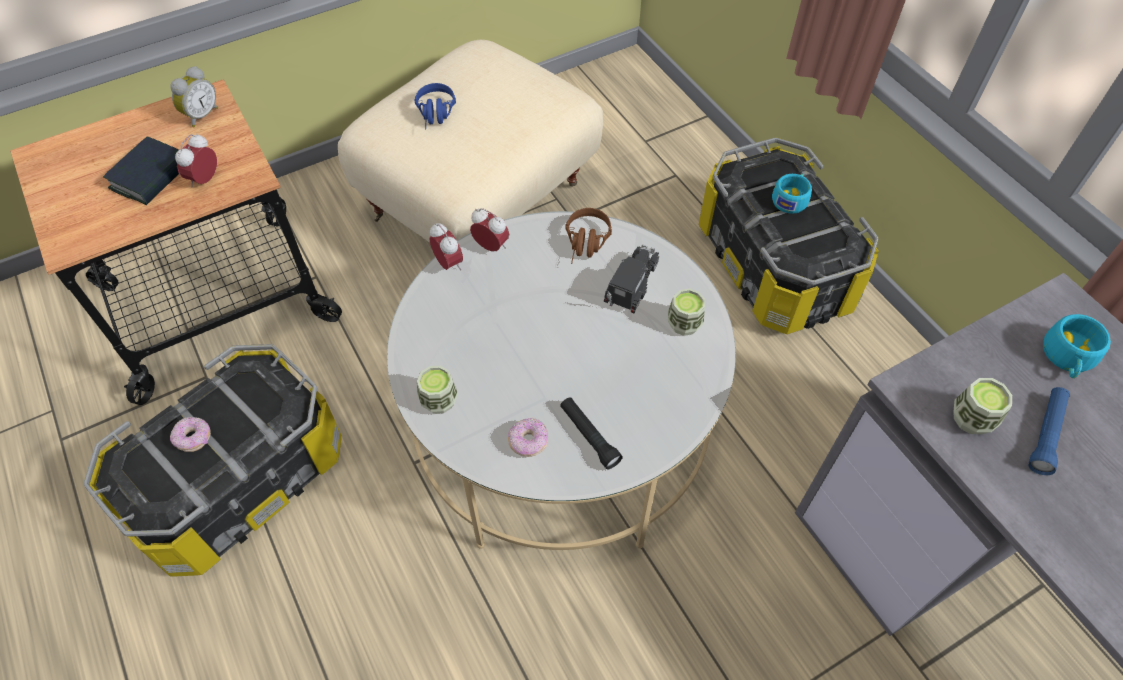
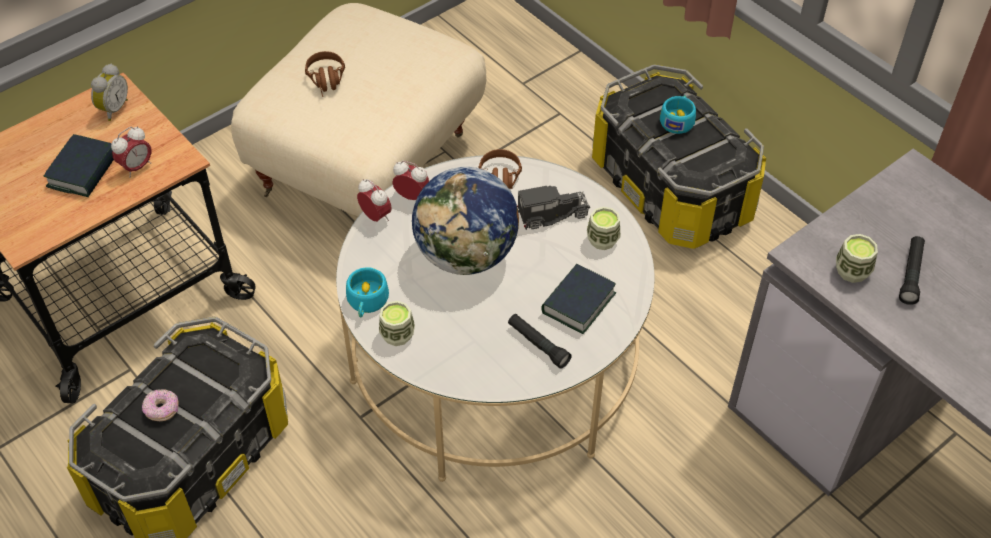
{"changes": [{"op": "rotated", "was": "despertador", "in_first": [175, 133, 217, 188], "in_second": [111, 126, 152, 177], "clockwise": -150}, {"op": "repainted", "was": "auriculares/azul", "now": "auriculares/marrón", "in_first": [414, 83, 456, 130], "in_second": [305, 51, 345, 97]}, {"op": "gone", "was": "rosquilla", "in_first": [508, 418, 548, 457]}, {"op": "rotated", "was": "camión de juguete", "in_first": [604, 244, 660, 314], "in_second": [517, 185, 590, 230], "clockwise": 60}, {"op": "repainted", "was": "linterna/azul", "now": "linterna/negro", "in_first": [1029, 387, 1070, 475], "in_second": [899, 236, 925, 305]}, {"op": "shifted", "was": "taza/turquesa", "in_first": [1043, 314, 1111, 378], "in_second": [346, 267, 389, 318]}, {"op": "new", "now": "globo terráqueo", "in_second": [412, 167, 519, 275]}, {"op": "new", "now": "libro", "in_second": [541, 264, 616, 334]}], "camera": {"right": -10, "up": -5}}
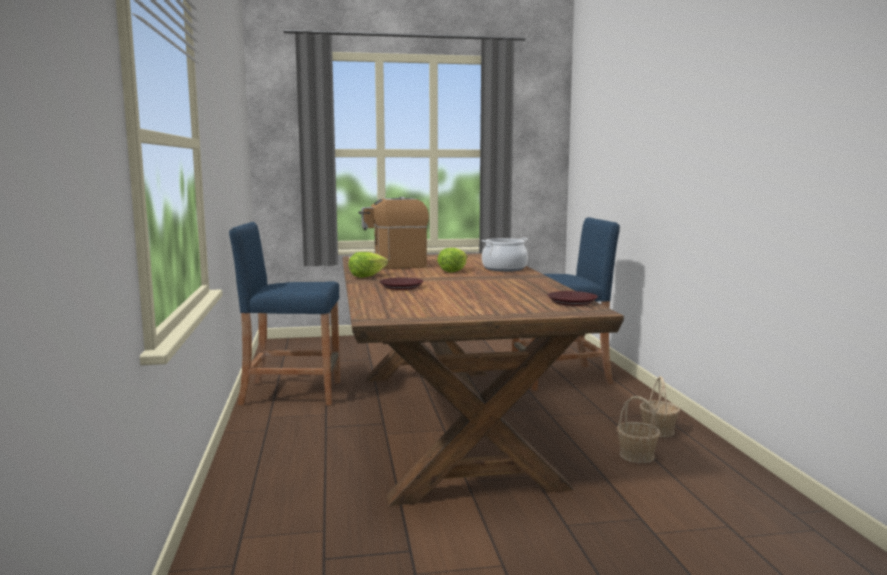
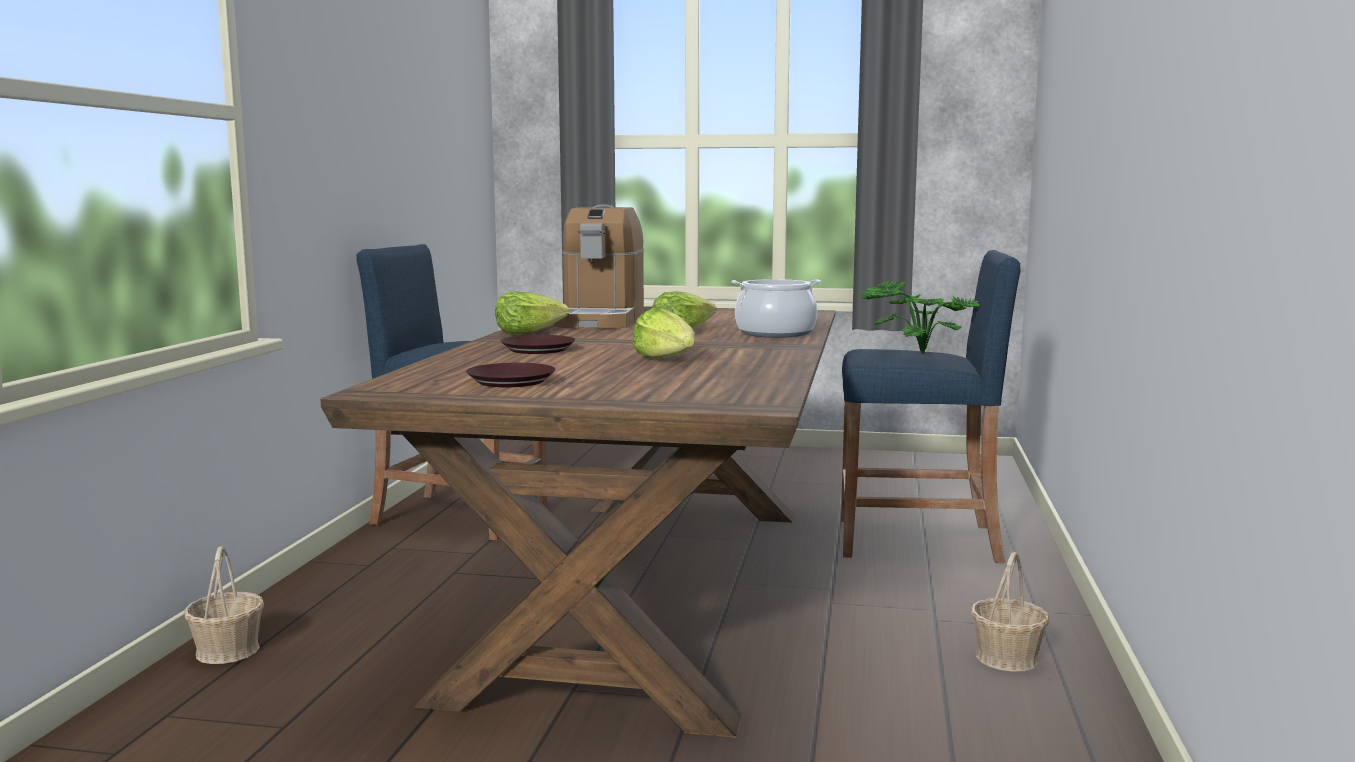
{"changes": [{"op": "rotated", "was": "cafetera", "in_first": [348, 197, 429, 269], "in_second": [554, 204, 644, 329], "clockwise": -90}, {"op": "shifted", "was": "plato/marrón", "in_first": [548, 291, 598, 306], "in_second": [466, 363, 556, 387]}, {"op": "shifted", "was": "cesta", "in_first": [617, 396, 660, 463], "in_second": [184, 546, 264, 664]}, {"op": "new", "now": "lechuga", "in_second": [633, 308, 695, 359]}, {"op": "new", "now": "planta en maceta", "in_second": [860, 281, 979, 354]}], "camera": {"right": 20, "up": 0}}
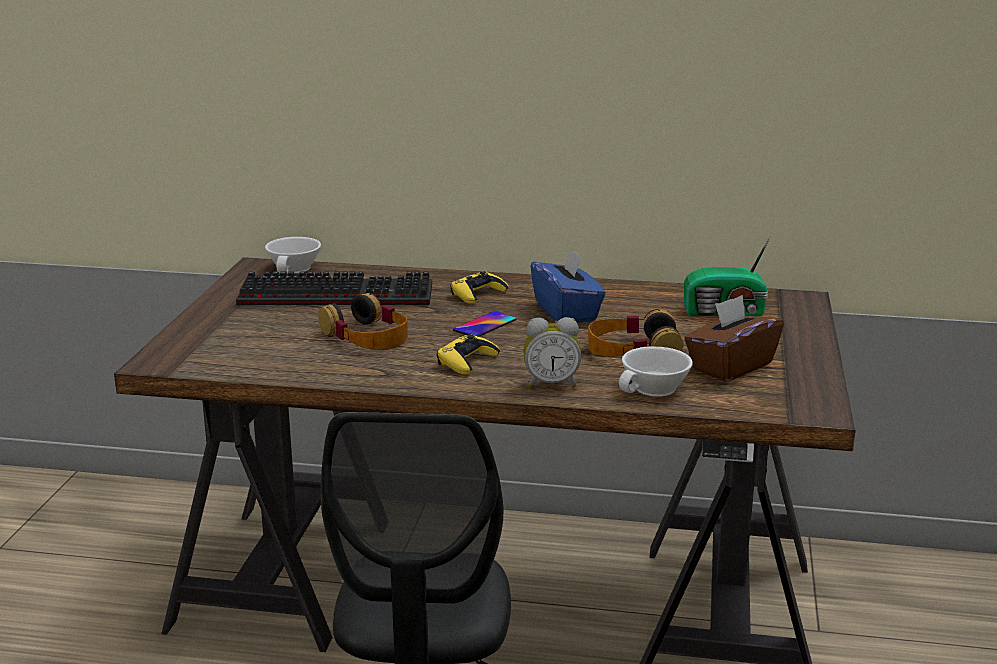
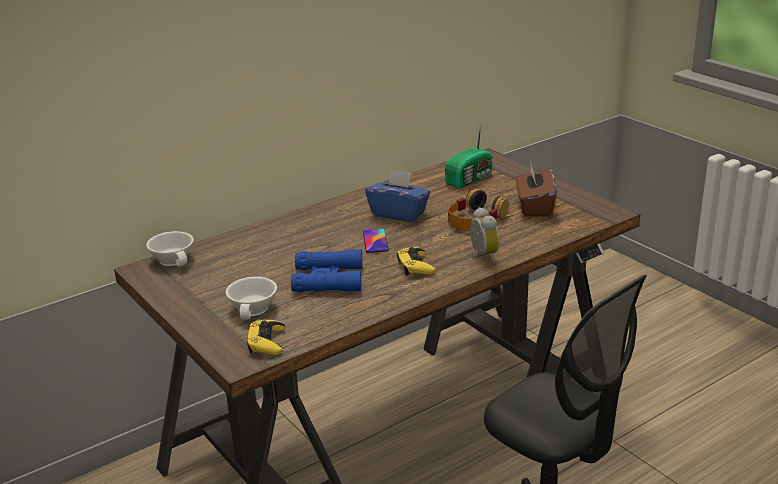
{"changes": [{"op": "gone", "was": "teclado", "in_first": [236, 272, 432, 305]}, {"op": "swapped", "was": "auriculares", "now": "prismáticos/azul", "in_first": [318, 293, 408, 350], "in_second": [291, 249, 362, 292]}, {"op": "shifted", "was": "mando de consola/amarillo", "in_first": [450, 271, 508, 304], "in_second": [247, 319, 285, 355]}, {"op": "rotated", "was": "despertador", "in_first": [523, 317, 581, 388], "in_second": [470, 207, 500, 263], "clockwise": -60}, {"op": "shifted", "was": "taza/blanco", "in_first": [619, 347, 693, 397], "in_second": [226, 277, 277, 320]}], "camera": {"right": -45, "up": 5}}
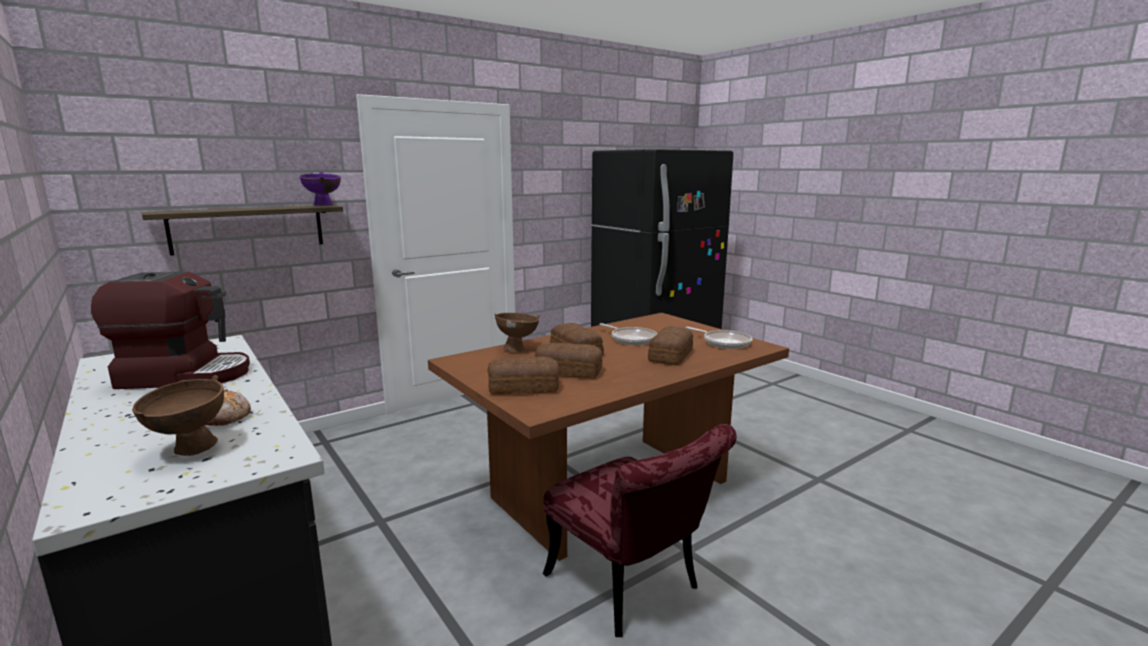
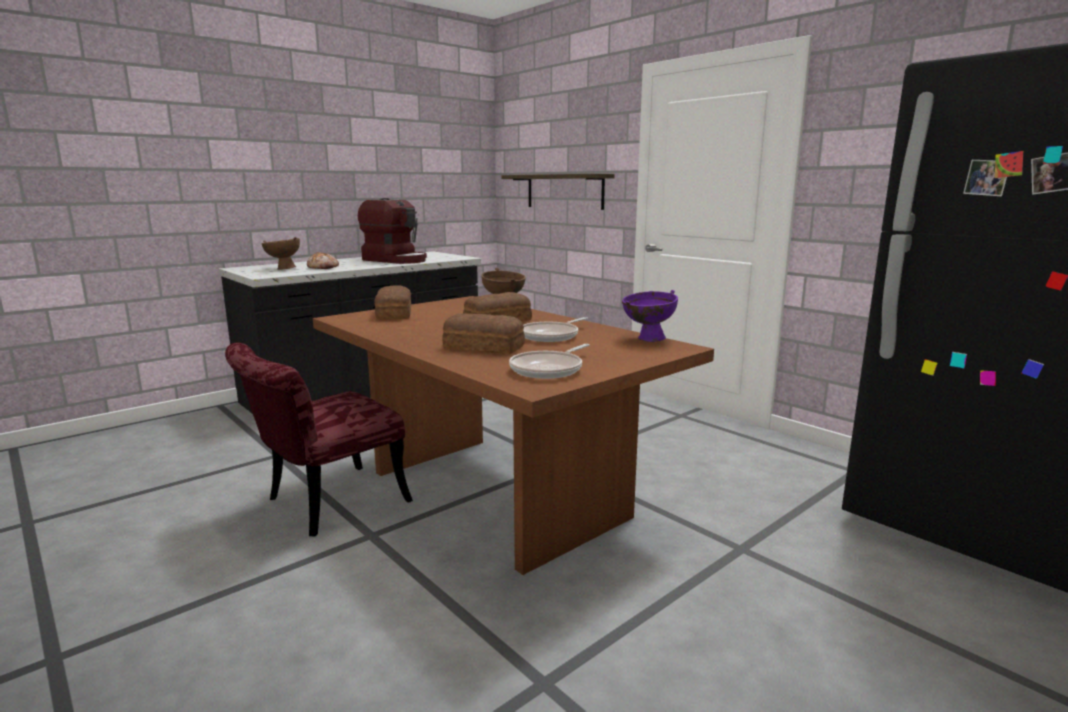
{"changes": [{"op": "rotated", "was": "cafetera", "in_first": [91, 272, 250, 389], "in_second": [358, 198, 427, 264], "clockwise": -45}, {"op": "shifted", "was": "cuenco/morado", "in_first": [299, 171, 341, 206], "in_second": [622, 290, 678, 342]}, {"op": "gone", "was": "pan", "in_first": [535, 343, 602, 379]}], "camera": {"right": 85, "up": 0}}
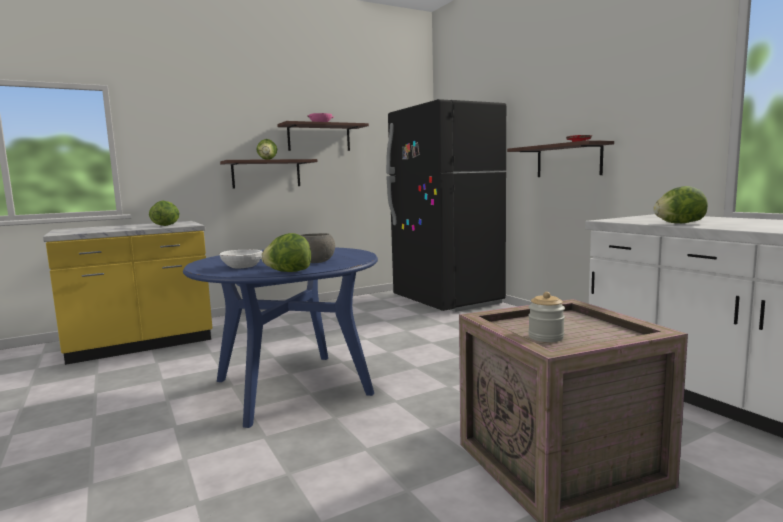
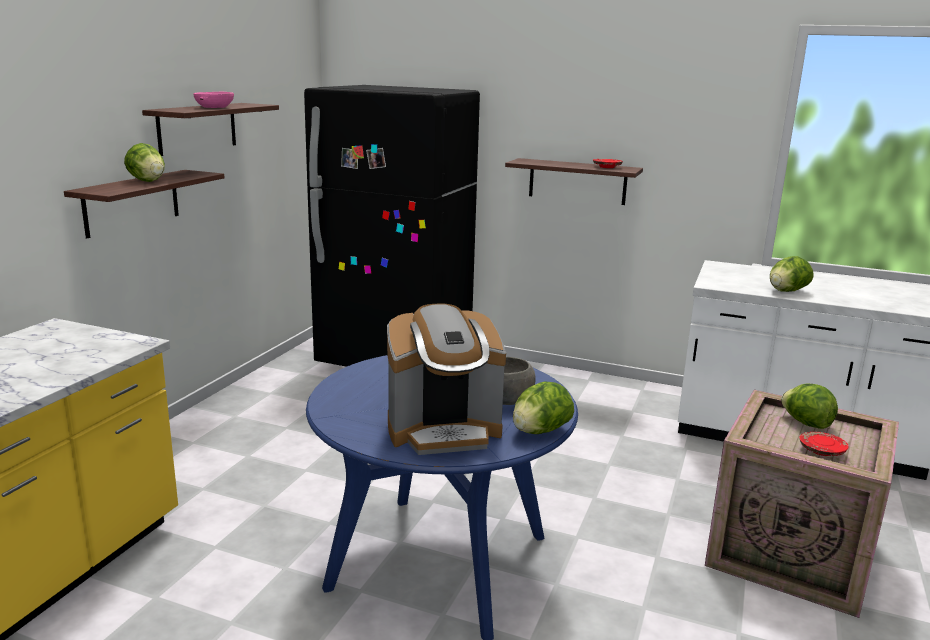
{"changes": [{"op": "shifted", "was": "lechuga", "in_first": [149, 201, 180, 226], "in_second": [781, 383, 838, 429]}, {"op": "swapped", "was": "cuenco/blanco", "now": "cafetera", "in_first": [219, 250, 262, 269], "in_second": [387, 304, 506, 455]}, {"op": "swapped", "was": "tarro", "now": "plato/rojo", "in_first": [528, 292, 565, 342], "in_second": [799, 432, 849, 456]}], "camera": {"right": -40, "up": 10}}
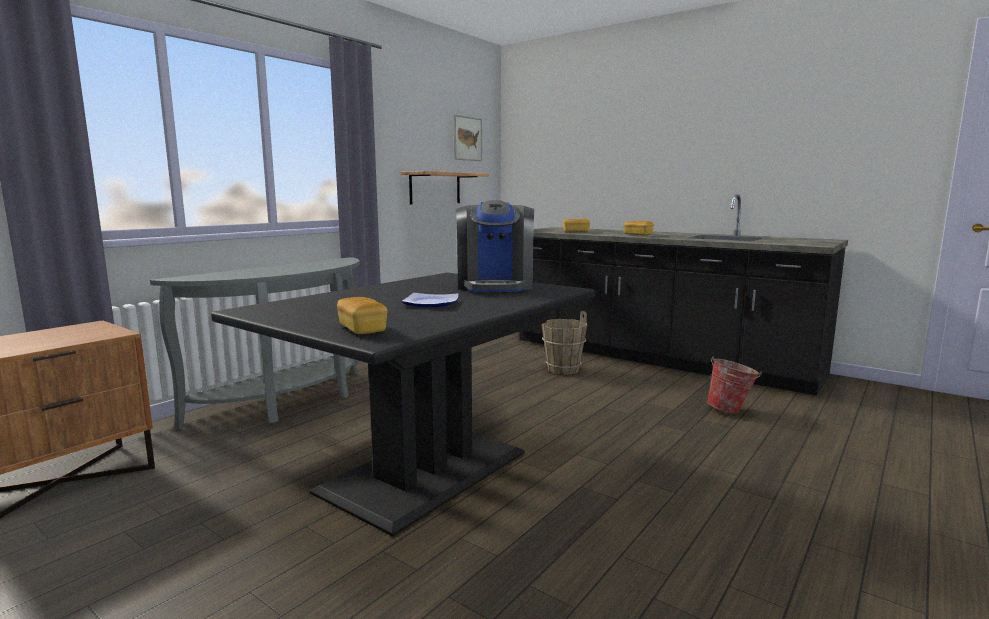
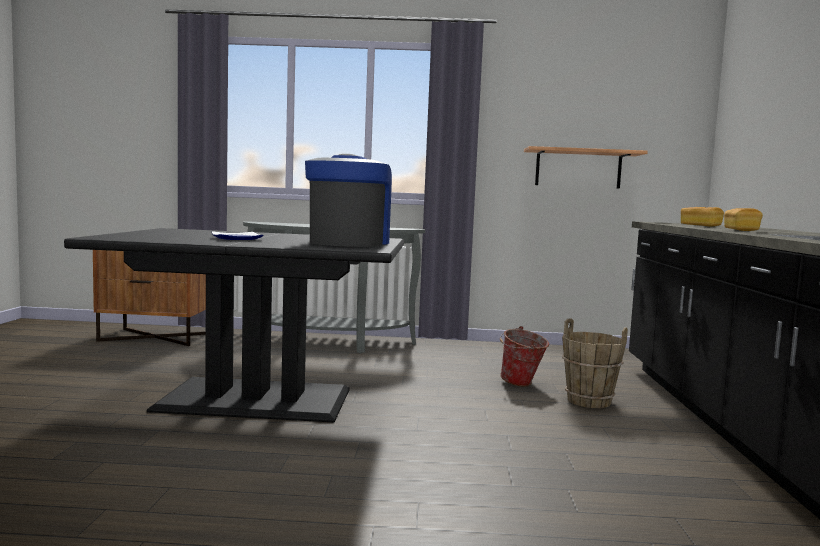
{"changes": [{"op": "gone", "was": "pan", "in_first": [337, 297, 387, 334]}, {"op": "gone", "was": "cuadro", "in_first": [454, 115, 482, 161]}, {"op": "rotated", "was": "cafetera", "in_first": [455, 200, 534, 292], "in_second": [305, 154, 392, 247], "clockwise": 135}, {"op": "shifted", "was": "cubo", "in_first": [707, 356, 762, 414], "in_second": [500, 326, 549, 387]}], "camera": {"right": 55, "up": -5}}
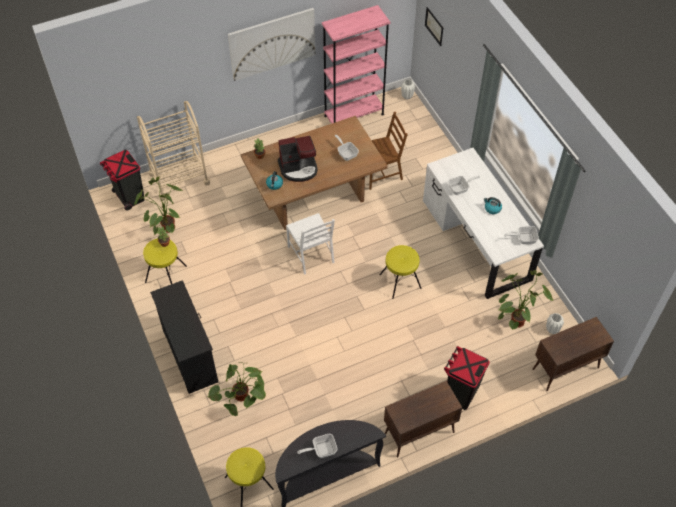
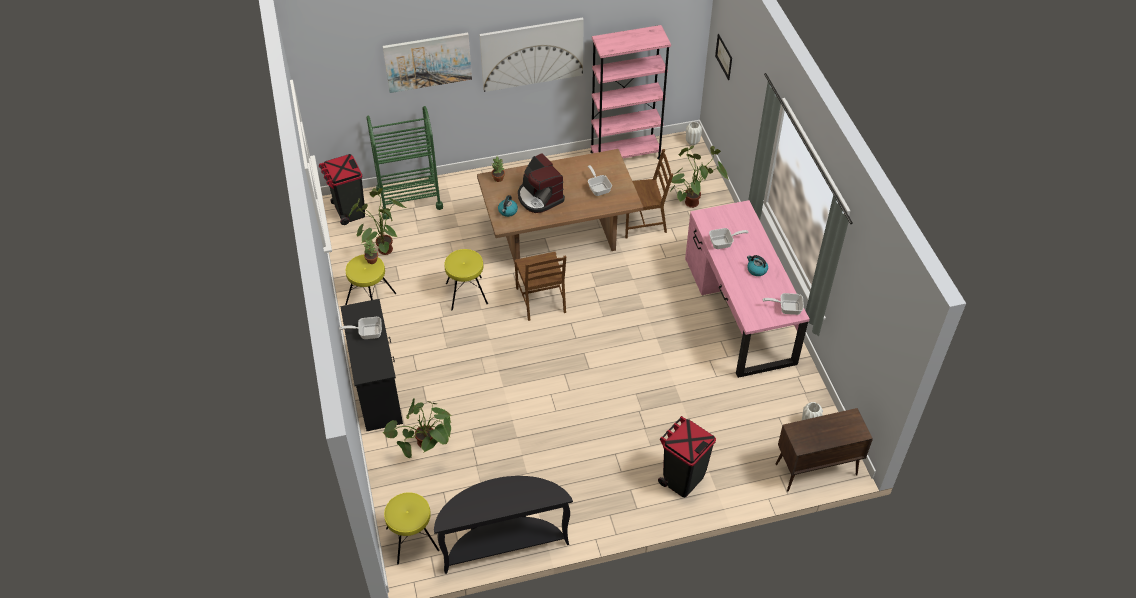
{"changes": [{"op": "repainted", "was": "carrito/beis", "now": "carrito/verde", "in_first": [137, 101, 210, 201], "in_second": [367, 106, 443, 220]}, {"op": "rotated", "was": "cafetera", "in_first": [278, 136, 318, 182], "in_second": [518, 153, 565, 213], "clockwise": 60}, {"op": "repainted", "was": "silla/blanco", "now": "silla/marrón", "in_first": [286, 213, 335, 275], "in_second": [514, 252, 566, 321]}, {"op": "shifted", "was": "sartén", "in_first": [297, 434, 338, 458], "in_second": [339, 317, 382, 339]}, {"op": "shifted", "was": "taburete/amarillo", "in_first": [379, 245, 422, 299], "in_second": [444, 249, 488, 310]}, {"op": "gone", "was": "armario/marrón", "in_first": [384, 381, 462, 457]}, {"op": "repainted", "was": "escritorio/blanco", "now": "escritorio/rosa", "in_first": [423, 148, 544, 299], "in_second": [685, 200, 810, 378]}, {"op": "shifted", "was": "planta en maceta", "in_first": [498, 270, 554, 330], "in_second": [669, 146, 729, 208]}, {"op": "new", "now": "cuadro", "in_second": [383, 33, 472, 93]}], "camera": {"right": 10, "up": -5}}
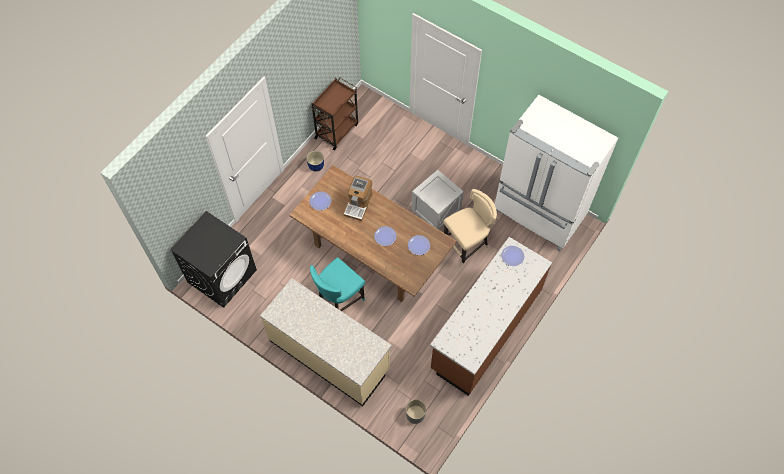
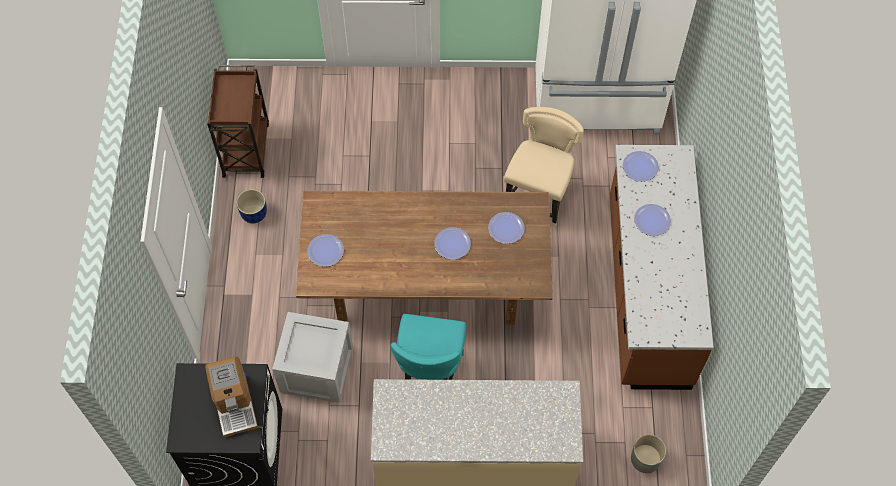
{"changes": [{"op": "shifted", "was": "cafetera", "in_first": [344, 175, 373, 221], "in_second": [205, 356, 258, 438]}, {"op": "shifted", "was": "caja de embalaje", "in_first": [411, 170, 464, 230], "in_second": [272, 312, 353, 403]}, {"op": "new", "now": "plato", "in_second": [634, 204, 671, 236]}], "camera": {"right": -35, "up": 0}}
